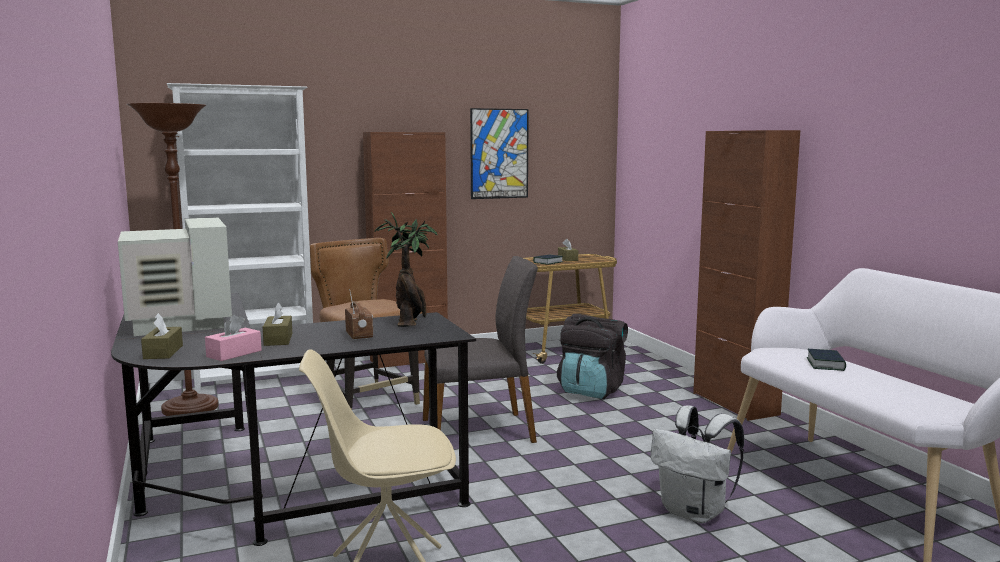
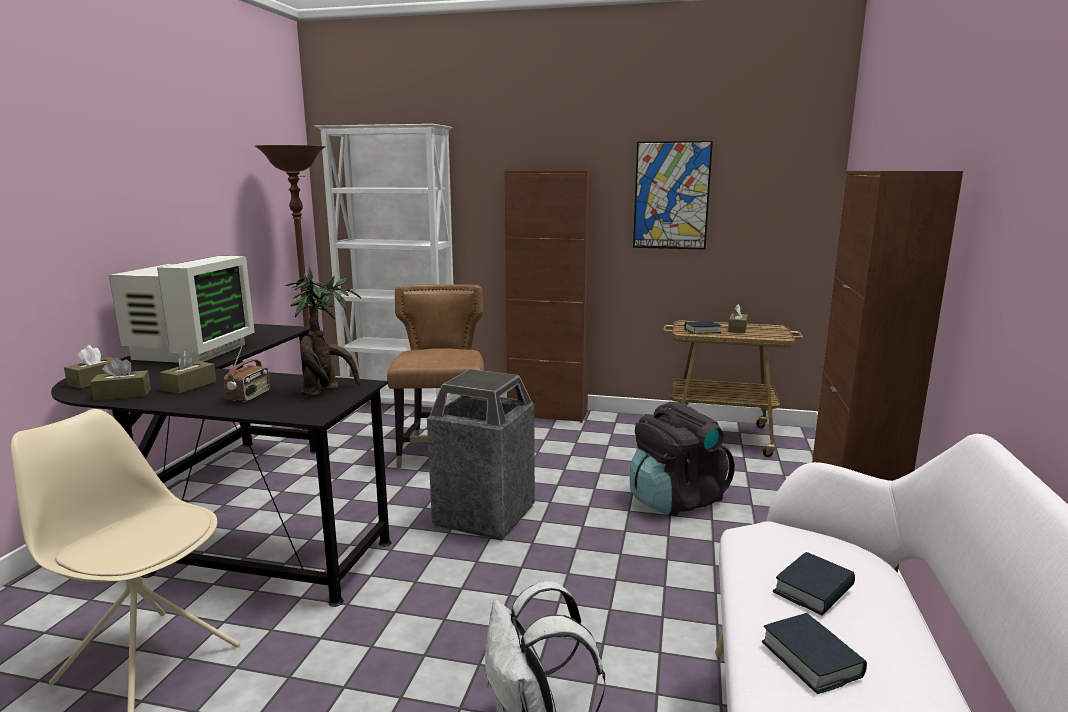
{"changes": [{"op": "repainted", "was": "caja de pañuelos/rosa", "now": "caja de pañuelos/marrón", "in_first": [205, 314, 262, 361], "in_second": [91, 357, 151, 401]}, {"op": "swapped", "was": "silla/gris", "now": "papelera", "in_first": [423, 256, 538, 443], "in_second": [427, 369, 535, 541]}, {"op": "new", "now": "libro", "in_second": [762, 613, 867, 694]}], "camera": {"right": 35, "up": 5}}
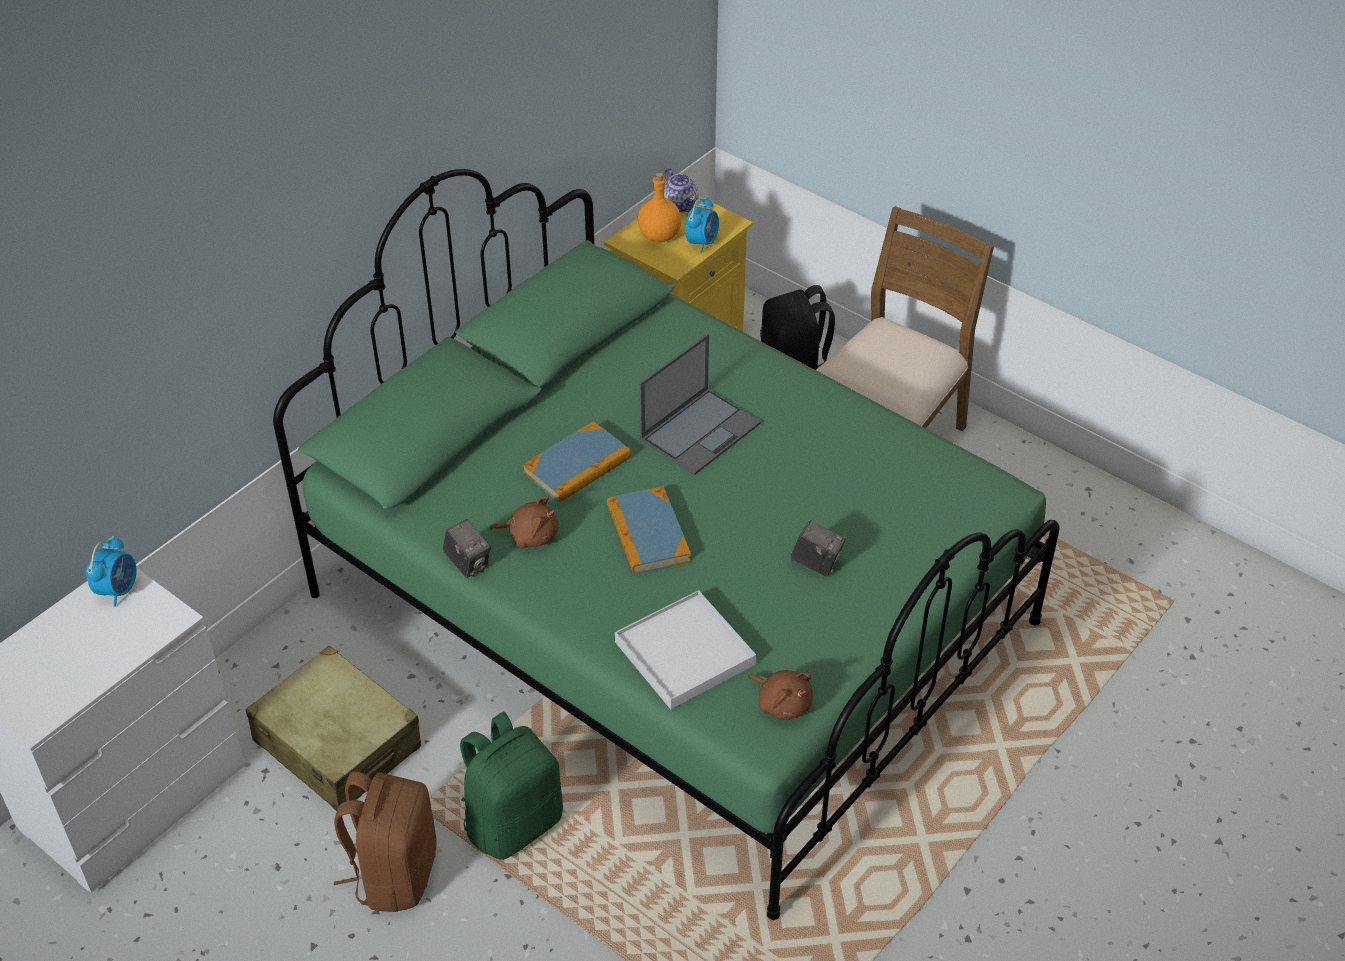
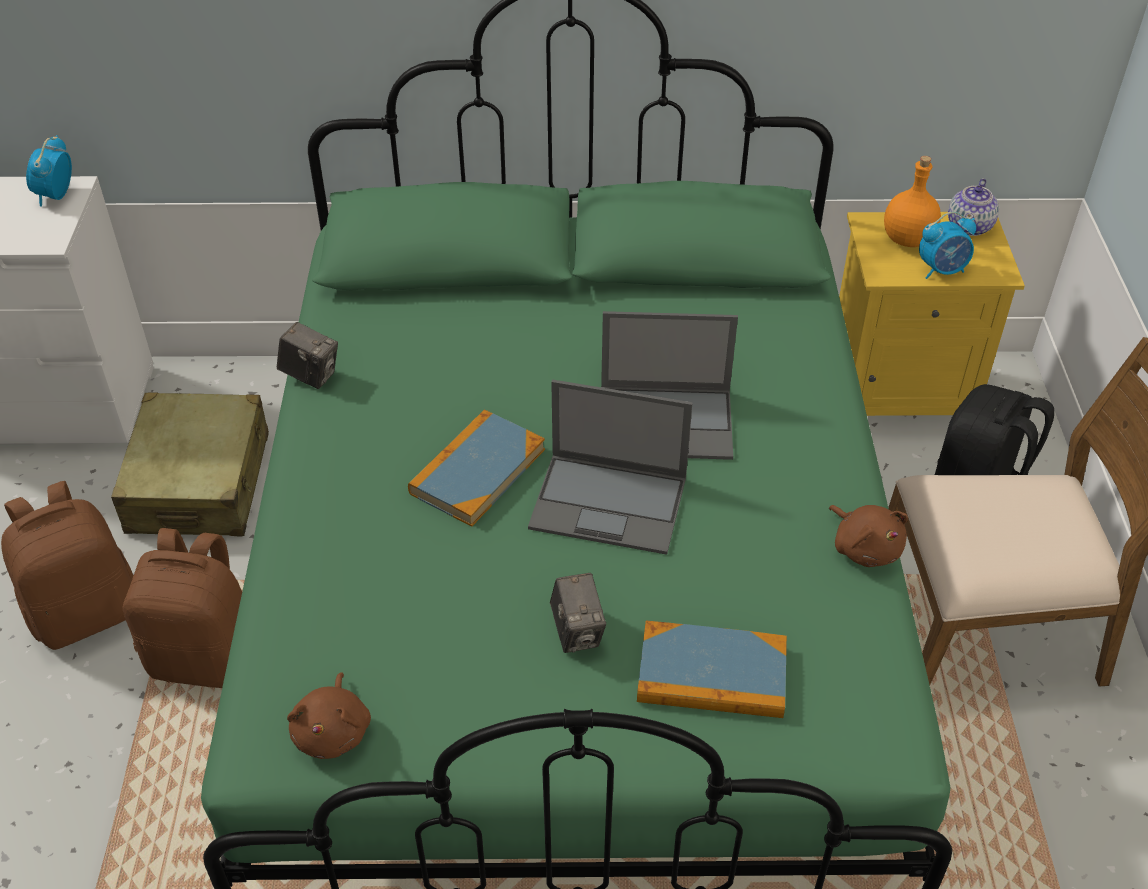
{"changes": [{"op": "rotated", "was": "despertador", "in_first": [85, 535, 137, 607], "in_second": [26, 135, 72, 206], "clockwise": 120}, {"op": "rotated", "was": "cámara", "in_first": [443, 519, 491, 578], "in_second": [277, 322, 338, 389], "clockwise": -75}, {"op": "repainted", "was": "mochila/verde", "now": "mochila/marrón", "in_first": [460, 712, 563, 860], "in_second": [123, 528, 242, 688]}, {"op": "shifted", "was": "peluche/marrón", "in_first": [490, 496, 559, 548], "in_second": [829, 505, 908, 567]}, {"op": "shifted", "was": "libro", "in_first": [523, 421, 631, 503], "in_second": [637, 621, 787, 718]}, {"op": "gone", "was": "bandeja/blanco", "in_first": [615, 590, 756, 709]}, {"op": "new", "now": "portátil", "in_second": [528, 380, 692, 555]}], "camera": {"right": 50, "up": 0}}
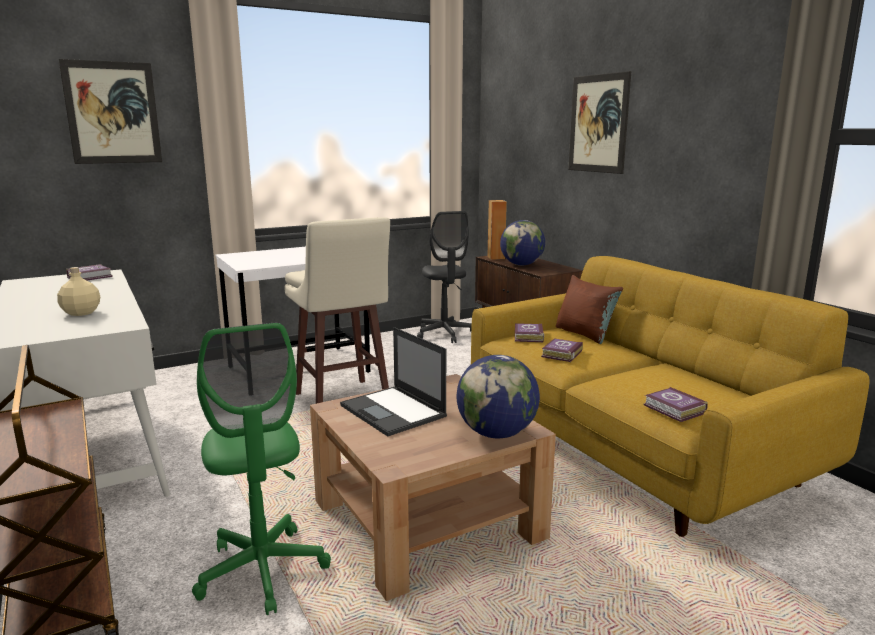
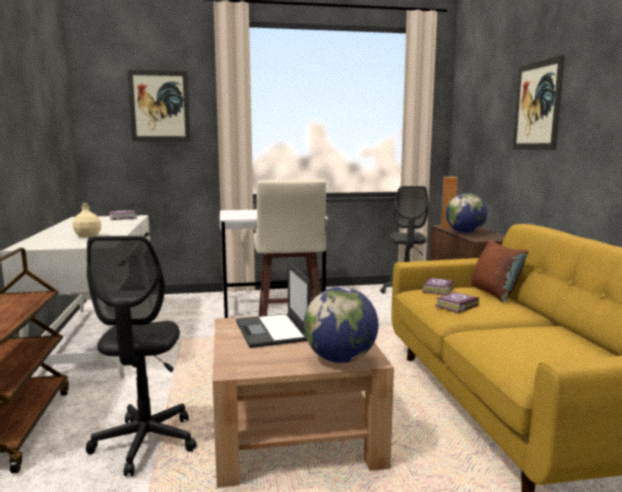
{"changes": [{"op": "repainted", "was": "silla de oficina/verde", "now": "silla de oficina/negro", "in_first": [192, 323, 331, 615], "in_second": [86, 236, 197, 476]}, {"op": "gone", "was": "libro", "in_first": [644, 387, 708, 422]}], "camera": {"right": 20, "up": -5}}
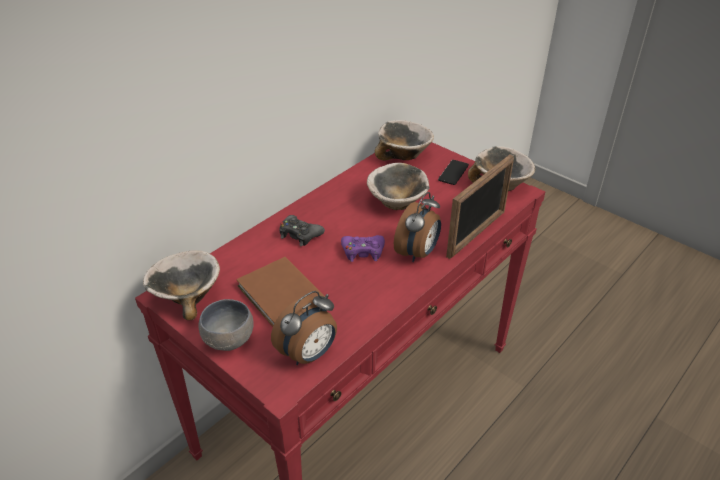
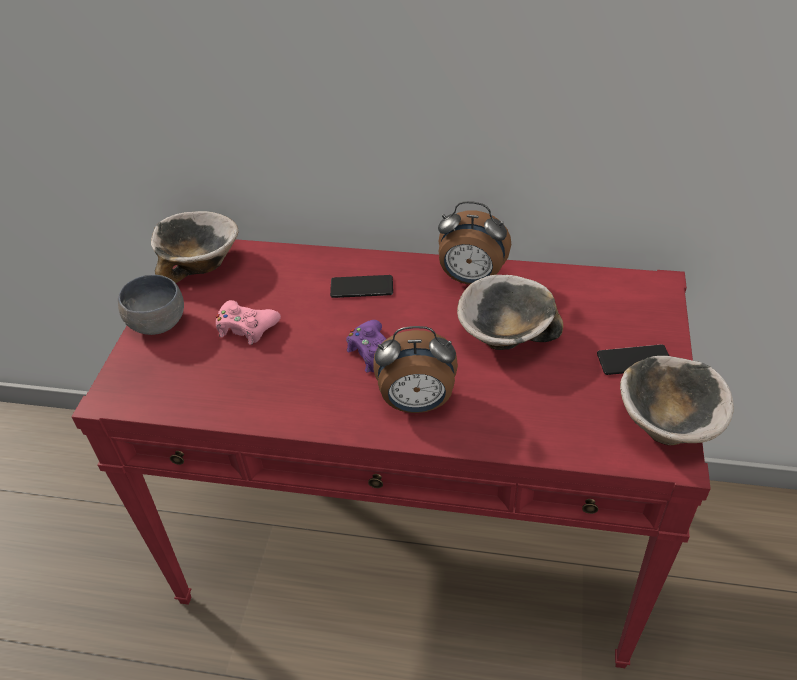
{"changes": [{"op": "swapped", "was": "libro/marrón", "now": "mando de consola/rosa", "in_first": [236, 257, 325, 327], "in_second": [216, 300, 281, 345]}, {"op": "shifted", "was": "despertador", "in_first": [271, 291, 337, 365], "in_second": [438, 201, 511, 285]}, {"op": "swapped", "was": "mando de consola/negro", "now": "móvil", "in_first": [279, 215, 325, 246], "in_second": [330, 275, 393, 298]}, {"op": "gone", "was": "cuenco", "in_first": [375, 120, 434, 161]}, {"op": "gone", "was": "portarretratos", "in_first": [446, 154, 514, 259]}], "camera": {"right": 60, "up": 5}}
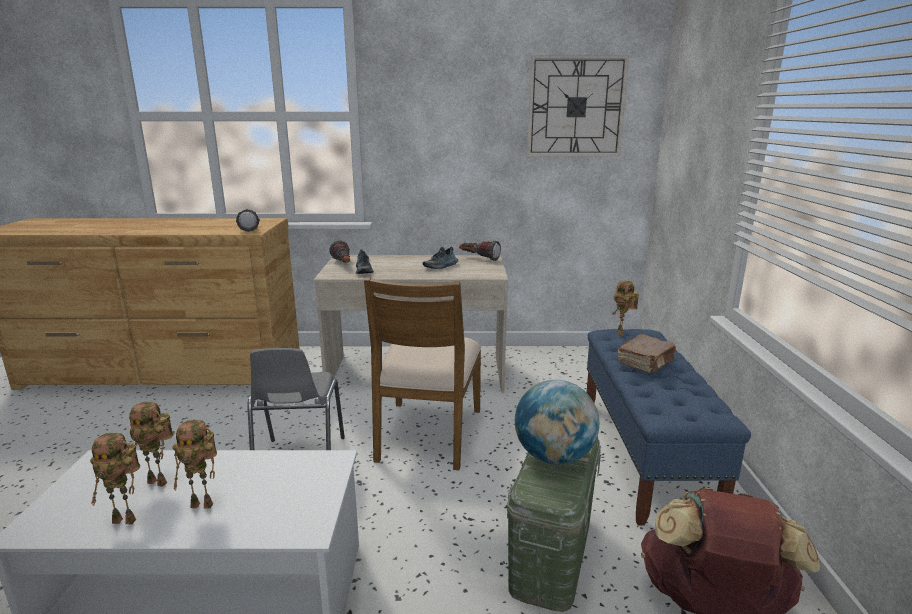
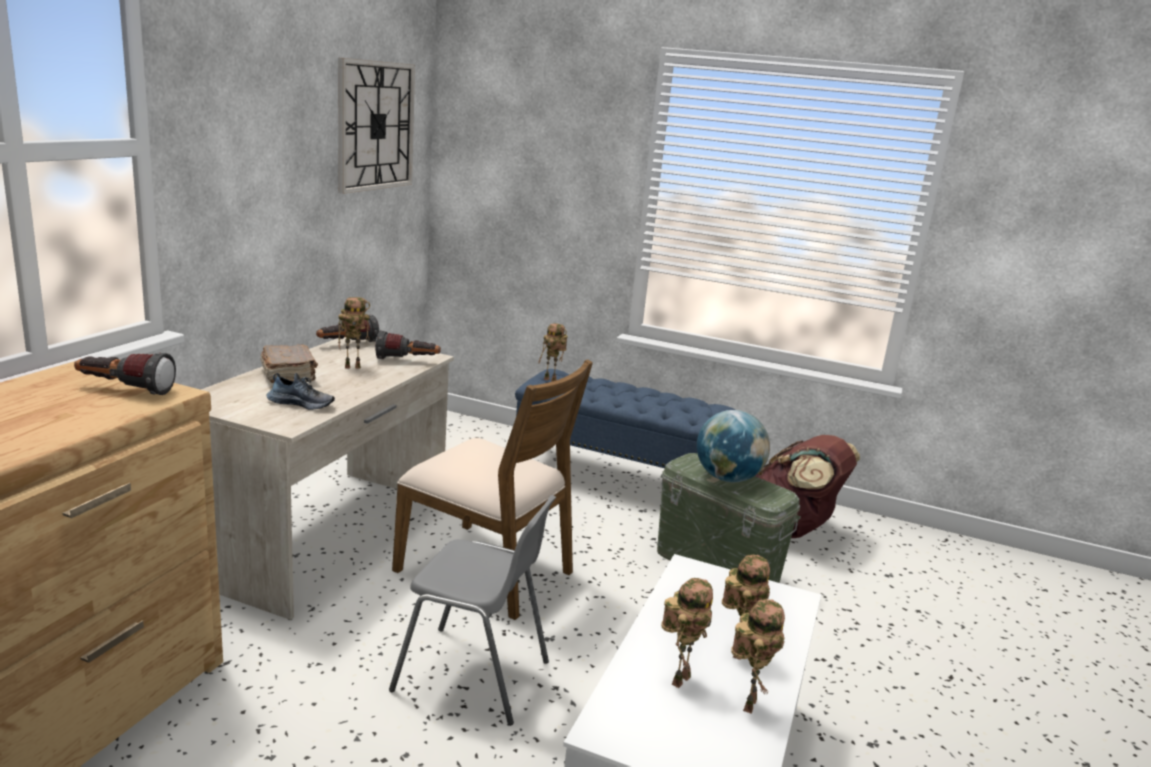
{"changes": [{"op": "shifted", "was": "linterna", "in_first": [329, 240, 350, 263], "in_second": [375, 330, 441, 359]}, {"op": "swapped", "was": "zapato", "now": "robot de juguete", "in_first": [423, 246, 458, 269], "in_second": [338, 297, 370, 368]}, {"op": "shifted", "was": "libro/marrón", "in_first": [618, 334, 676, 373], "in_second": [260, 344, 318, 383]}], "camera": {"right": -70, "up": 0}}
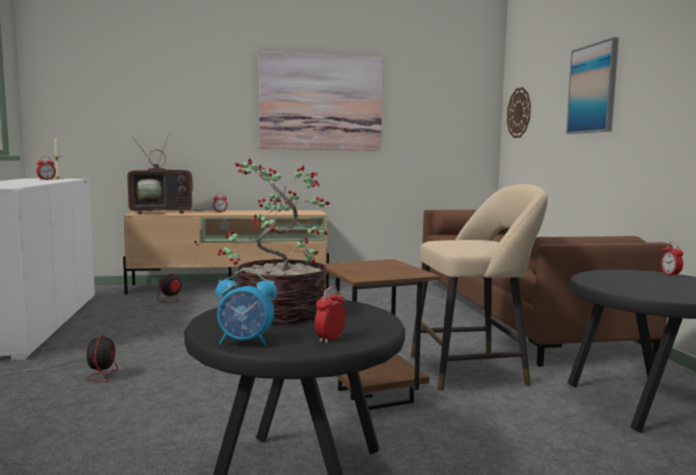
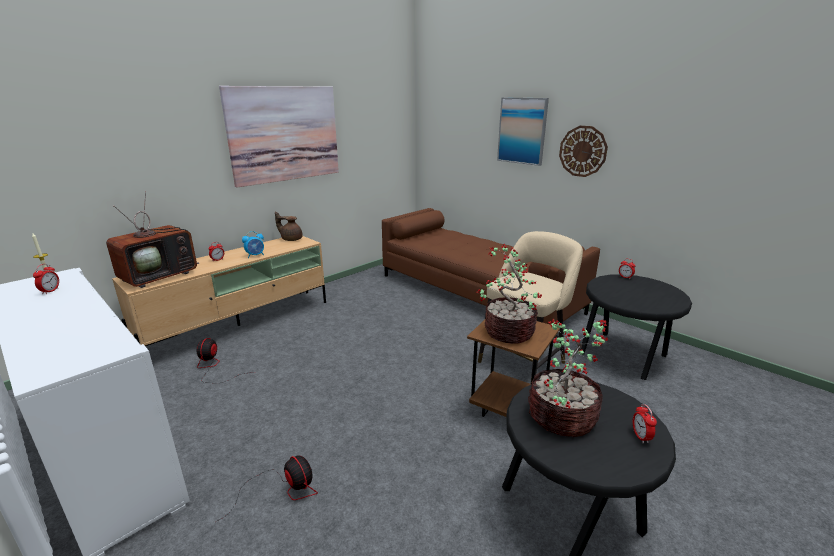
{"changes": [{"op": "shifted", "was": "despertador", "in_first": [216, 269, 277, 346], "in_second": [242, 231, 264, 258]}, {"op": "shifted", "was": "reloj de pared", "in_first": [507, 87, 531, 138], "in_second": [559, 126, 608, 177]}, {"op": "new", "now": "tetera/marrón", "in_second": [275, 212, 303, 241]}, {"op": "new", "now": "planta en maceta", "in_second": [477, 243, 542, 344]}], "camera": {"right": -35, "up": 15}}
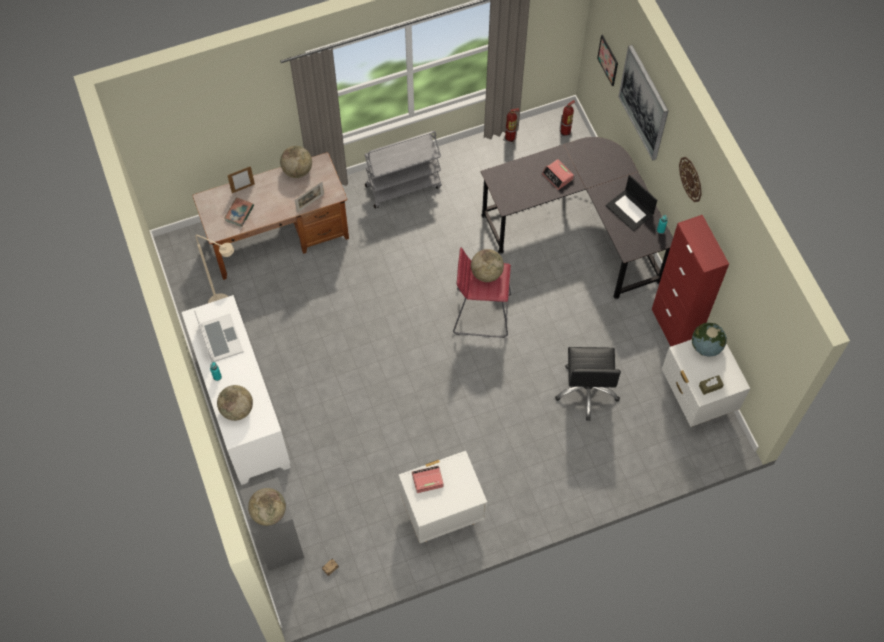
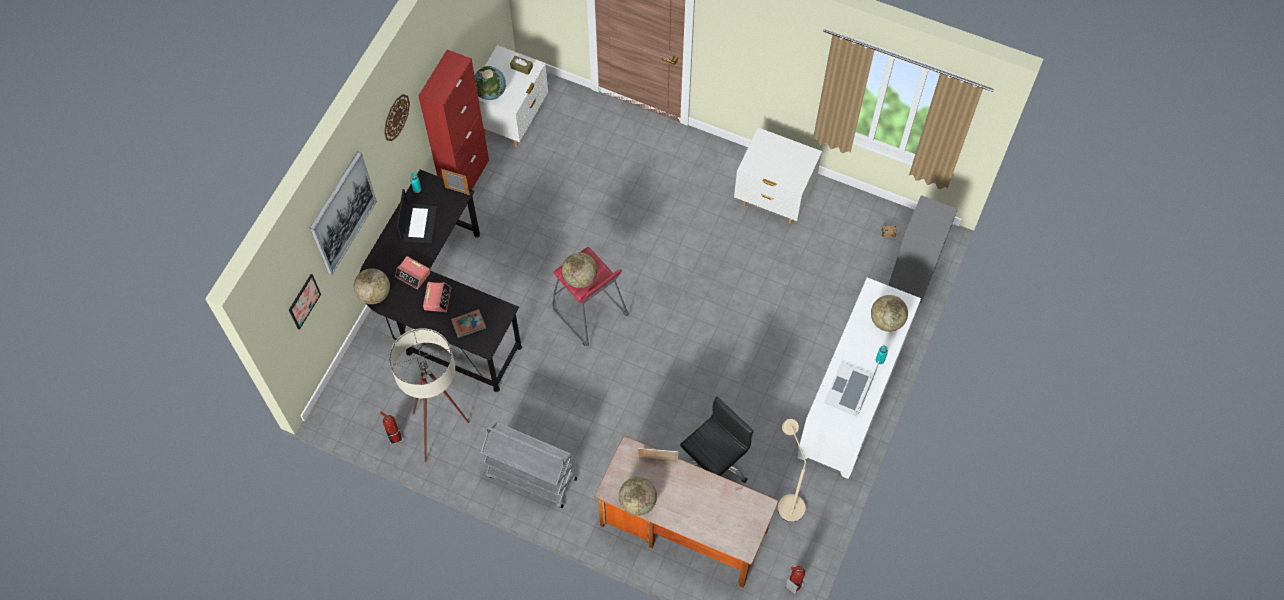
{"changes": [{"op": "shifted", "was": "libro", "in_first": [225, 197, 254, 227], "in_second": [451, 309, 486, 338]}, {"op": "shifted", "was": "portarretratos", "in_first": [227, 166, 255, 193], "in_second": [441, 169, 470, 195]}, {"op": "shifted", "was": "globo terráqueo", "in_first": [248, 488, 286, 526], "in_second": [354, 268, 390, 304]}, {"op": "shifted", "was": "despertador", "in_first": [412, 466, 444, 493], "in_second": [395, 256, 430, 289]}, {"op": "shifted", "was": "silla de oficina/negro", "in_first": [555, 347, 621, 421], "in_second": [680, 396, 754, 483]}, {"op": "shifted", "was": "extintor", "in_first": [560, 100, 575, 137], "in_second": [785, 566, 805, 594]}, {"op": "new", "now": "lámpara de pie/beis", "in_second": [389, 328, 469, 462]}], "camera": {"right": -135, "up": 0}}
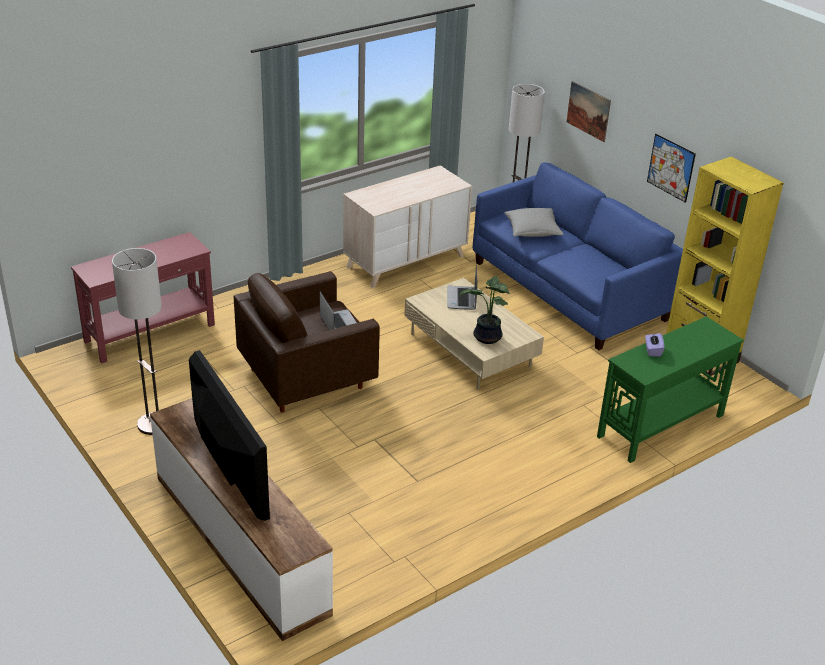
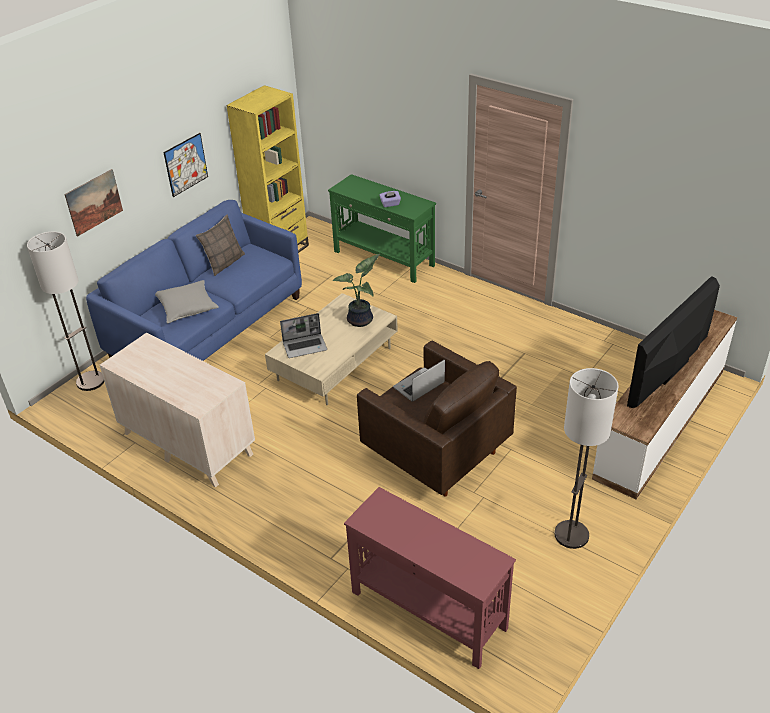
{"changes": [{"op": "new", "now": "cojín", "in_second": [196, 214, 245, 276]}], "camera": {"right": -105, "up": 5}}
